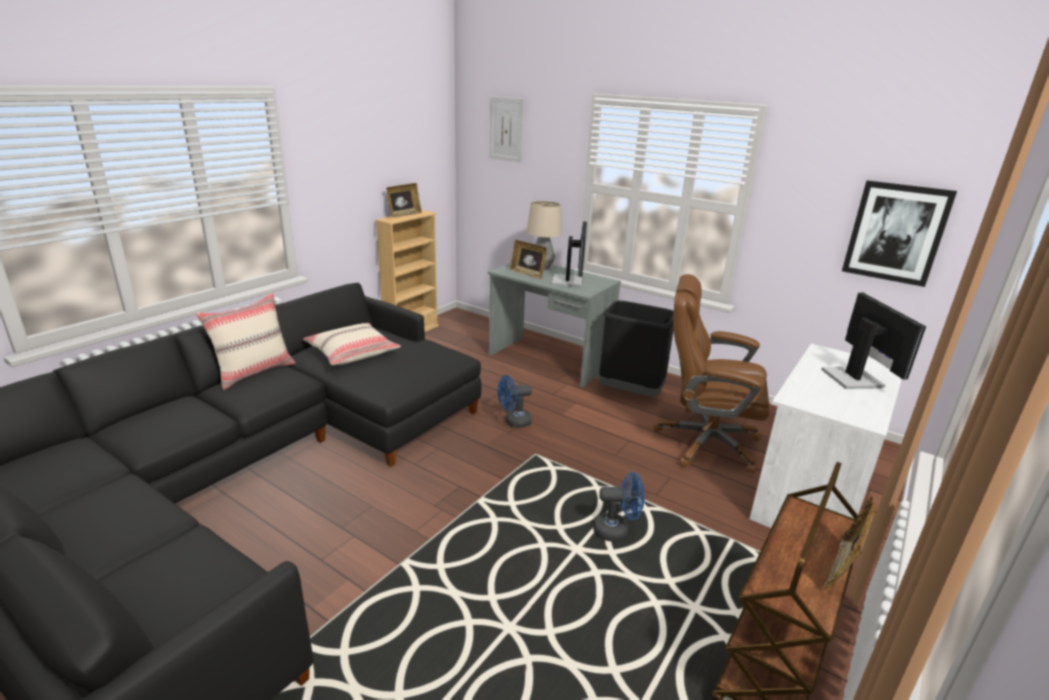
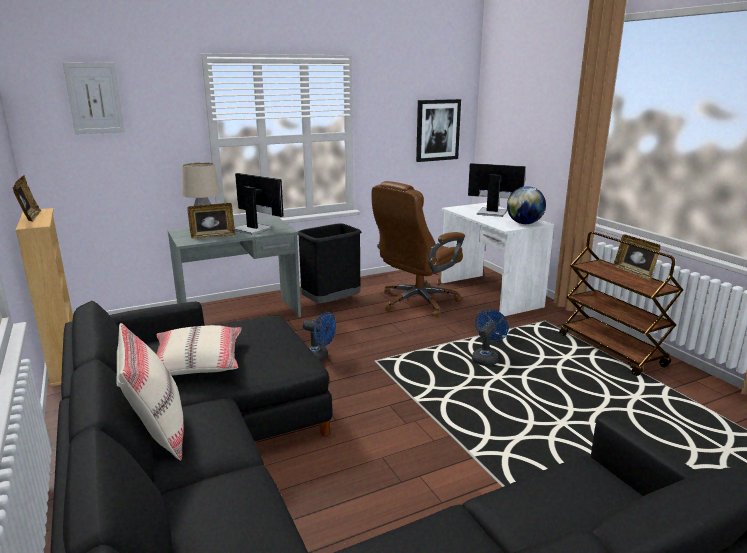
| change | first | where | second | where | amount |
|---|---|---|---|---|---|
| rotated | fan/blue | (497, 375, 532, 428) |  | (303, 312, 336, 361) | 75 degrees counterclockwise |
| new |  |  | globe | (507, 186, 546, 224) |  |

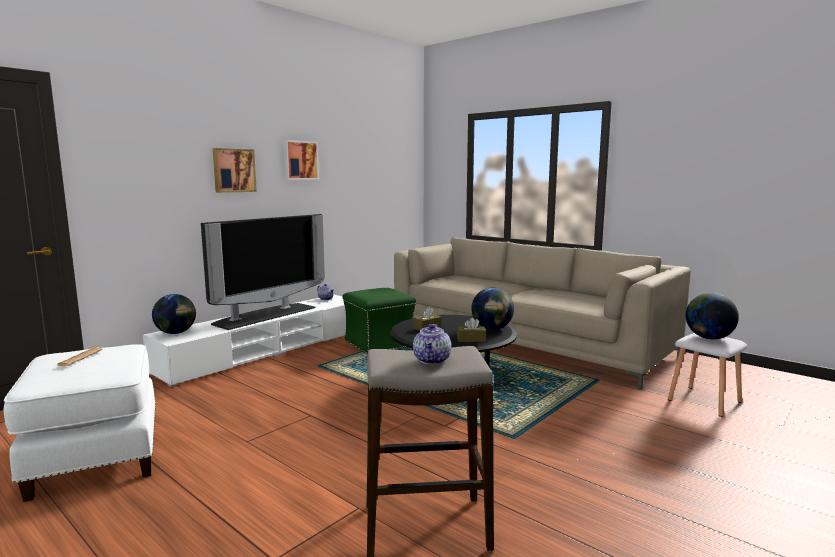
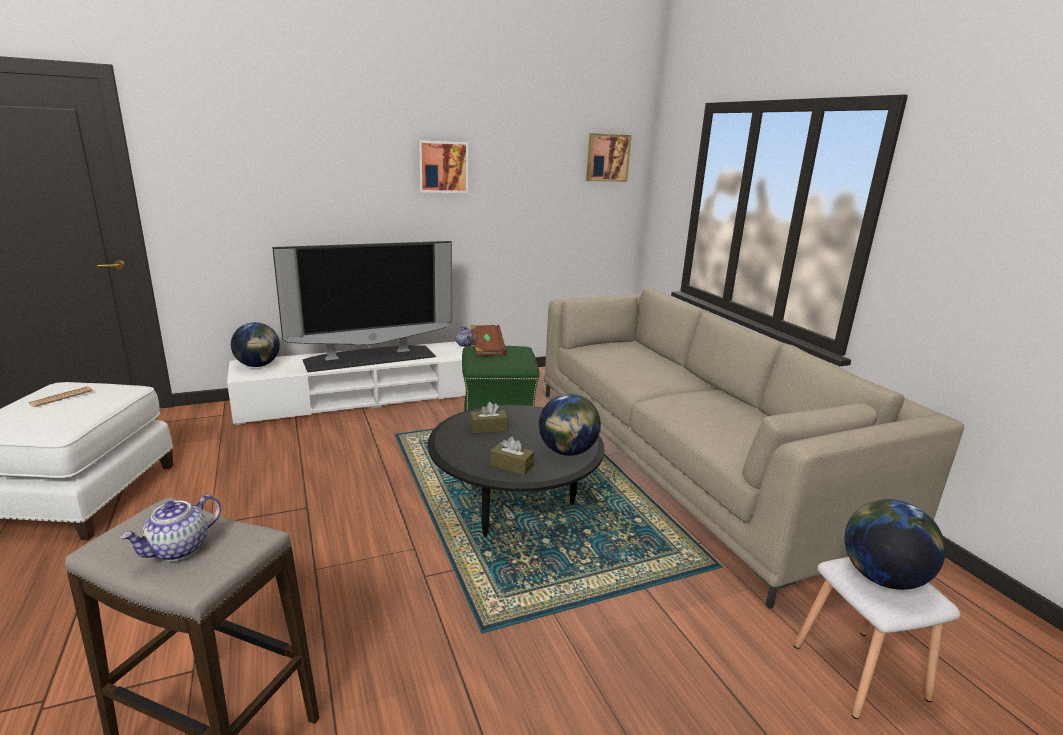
| change | first | where | second | where | amount |
|---|---|---|---|---|---|
| shifted | picture | (213, 148, 257, 193) |  | (586, 133, 632, 182) |  |
| new |  |  | book/brown | (471, 325, 507, 357) |  |

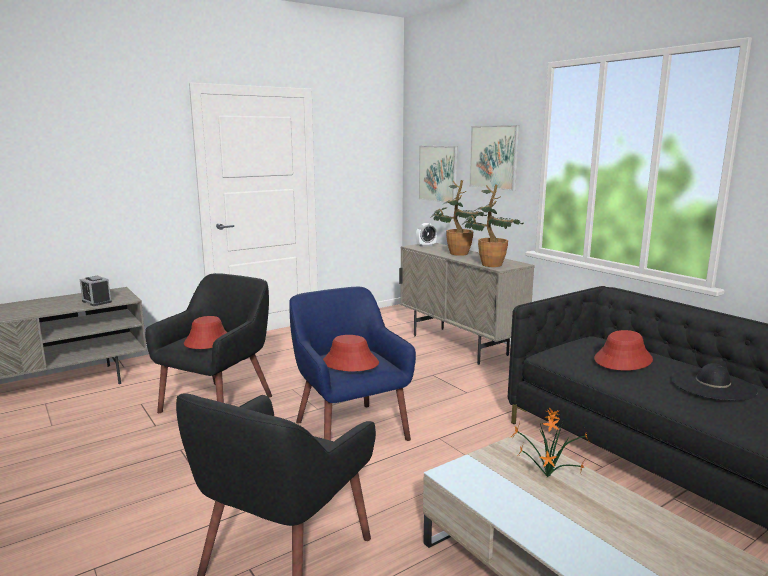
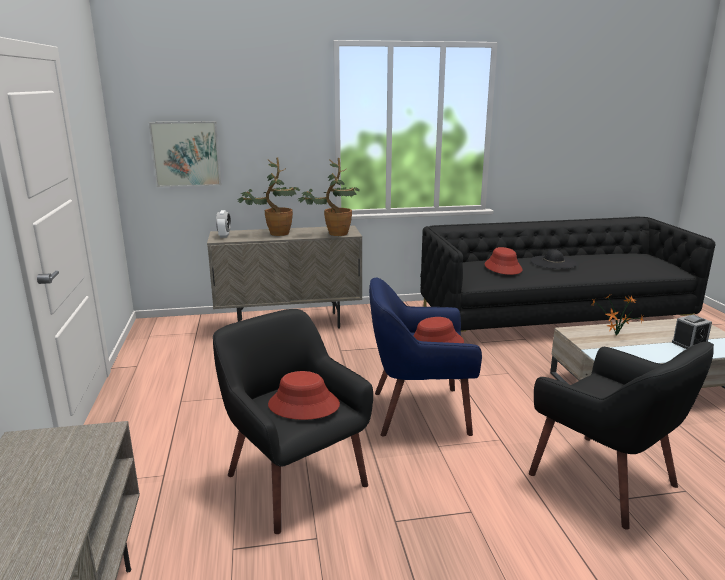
| change | first | where | second | where | amount |
|---|---|---|---|---|---|
| shifted | alarm clock | (80, 276, 112, 306) |  | (672, 315, 712, 349) |  |
| gone | picture | (469, 125, 519, 191) |  |  |  |

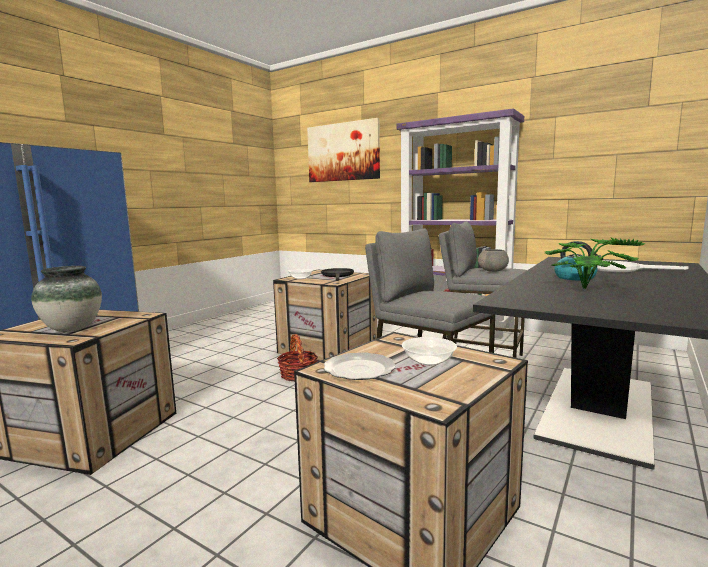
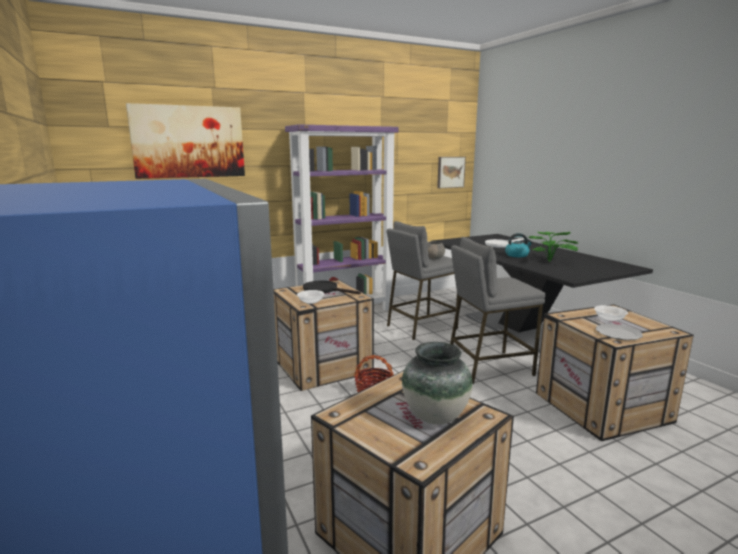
| change | first | where | second | where | amount |
|---|---|---|---|---|---|
| new |  |  | picture | (437, 157, 466, 188) |  |

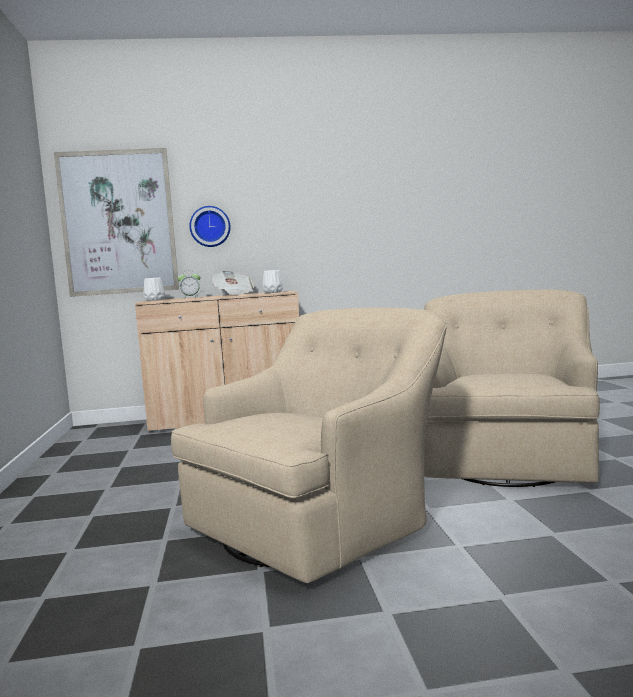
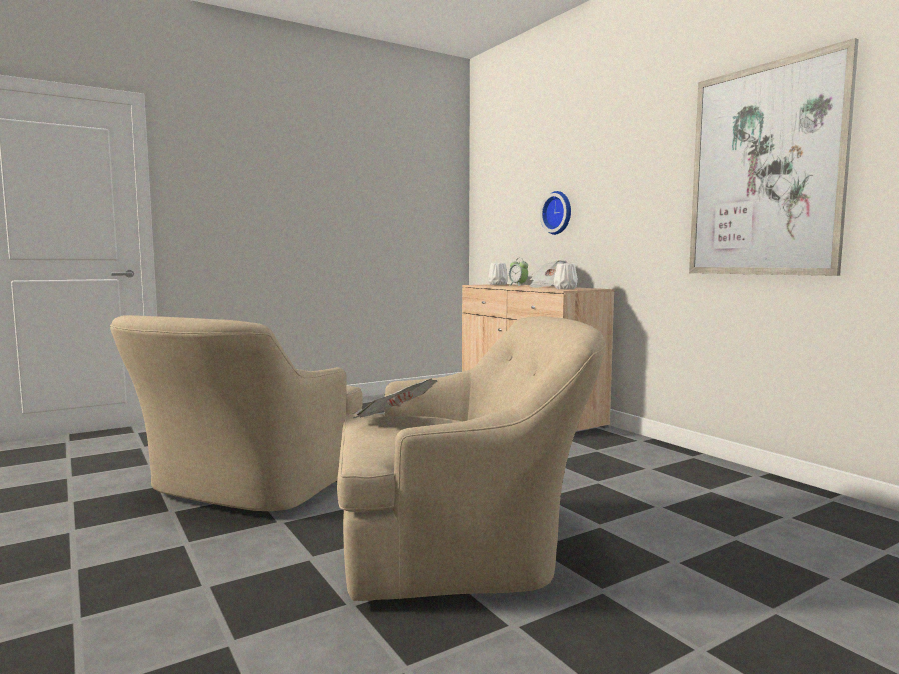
| change | first | where | second | where | amount |
|---|---|---|---|---|---|
| shifted | picture | (54, 148, 179, 297) |  | (689, 38, 859, 276) |  |
| rotated | armchair/beige | (171, 307, 447, 583) |  | (110, 315, 363, 511) | 90 degrees clockwise |
| new |  |  | newspaper | (353, 379, 438, 418) |  |

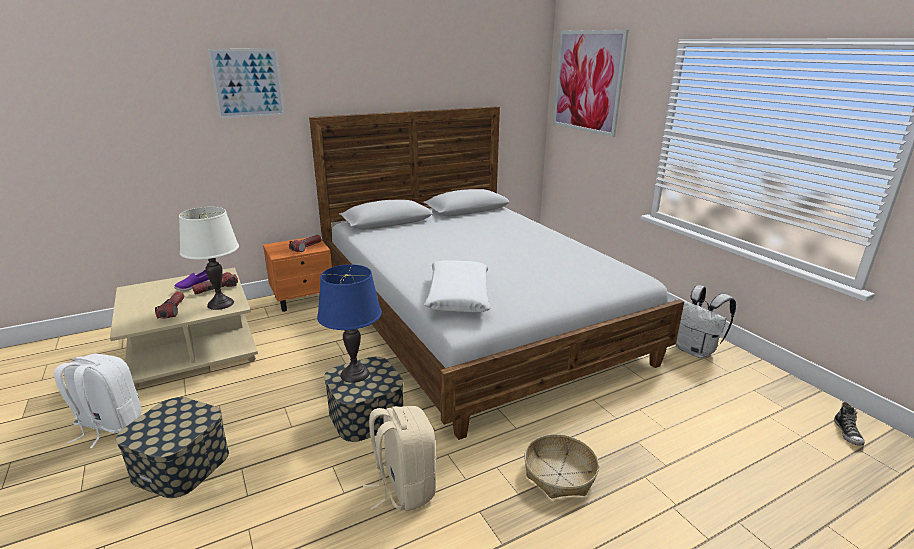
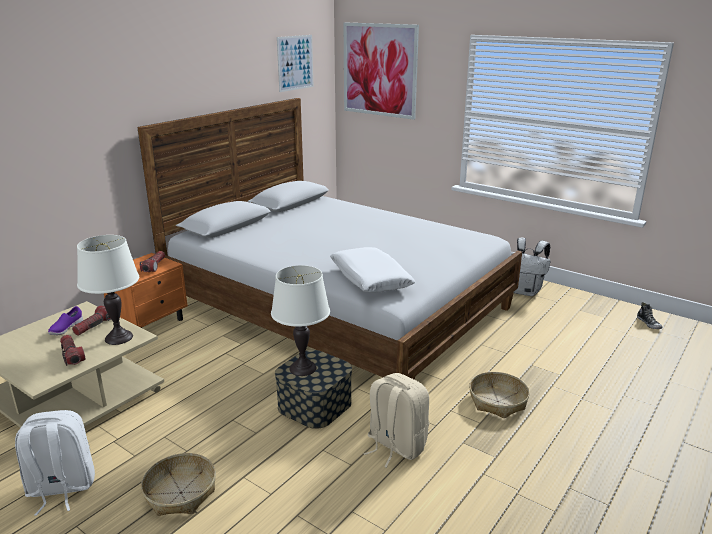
| change | first | where | second | where | amount |
|---|---|---|---|---|---|
| swapped | storage box | (116, 397, 229, 498) | basket | (141, 453, 216, 516) |  |
| shifted | picture | (208, 49, 285, 118) |  | (277, 35, 313, 92) |  |
| repainted | table lamp/blue | (317, 264, 382, 383) | table lamp/white | (271, 265, 330, 376) |  |

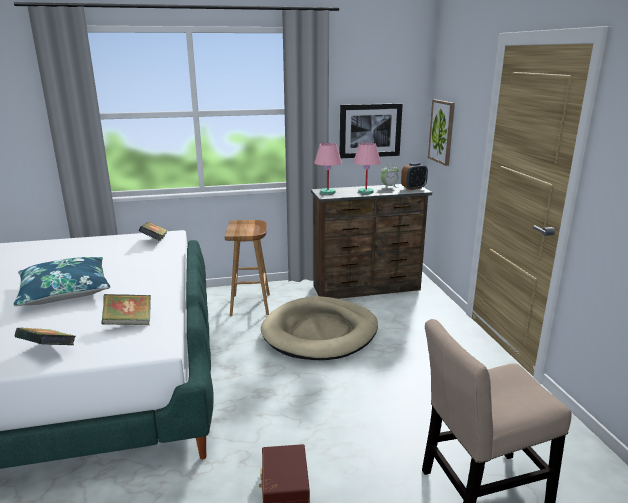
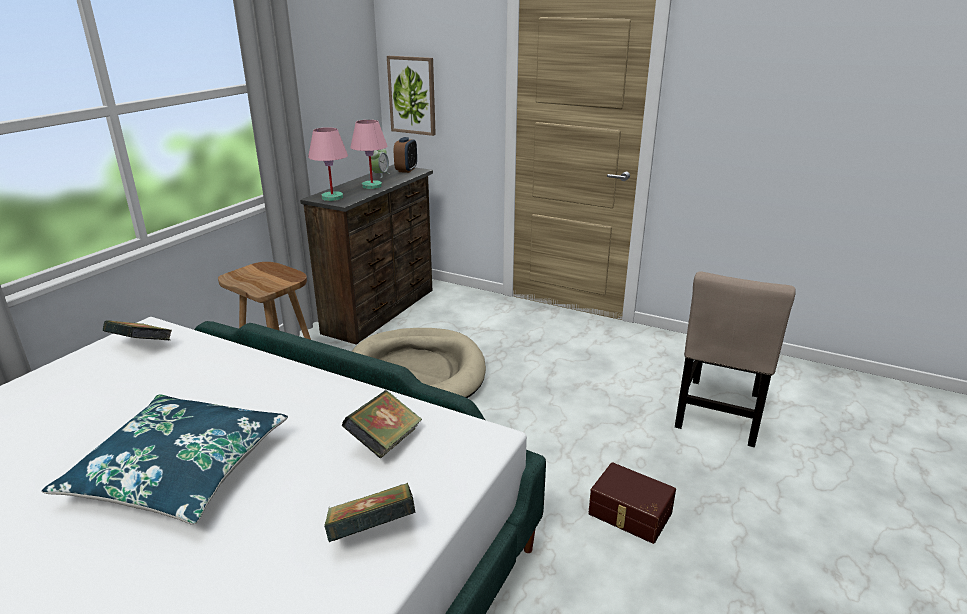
| change | first | where | second | where | amount |
|---|---|---|---|---|---|
| gone | picture | (340, 103, 403, 158) |  |  |  |

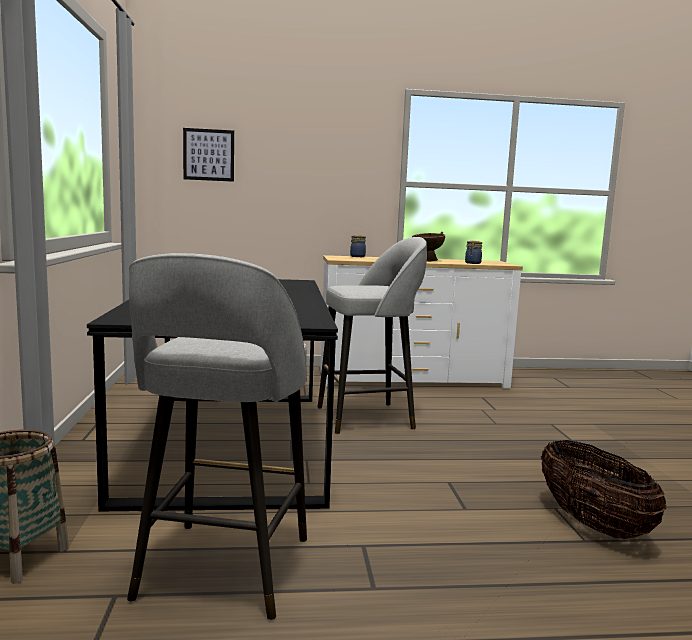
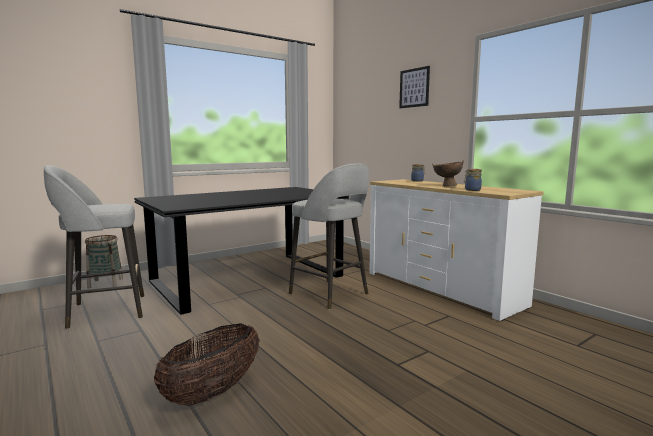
| change | first | where | second | where | amount |
|---|---|---|---|---|---|
| shifted | picture | (183, 128, 234, 182) |  | (399, 66, 430, 108) |  |

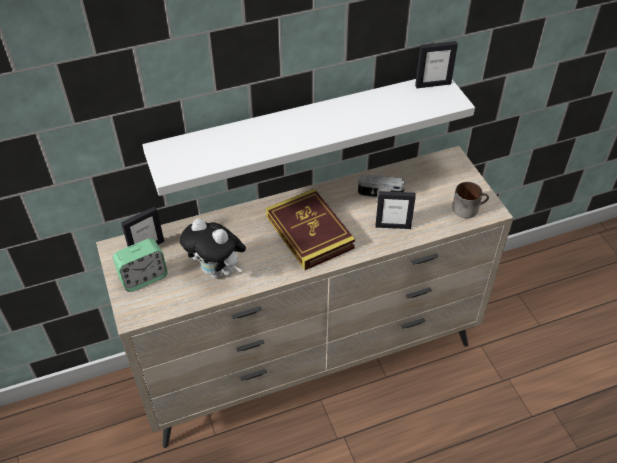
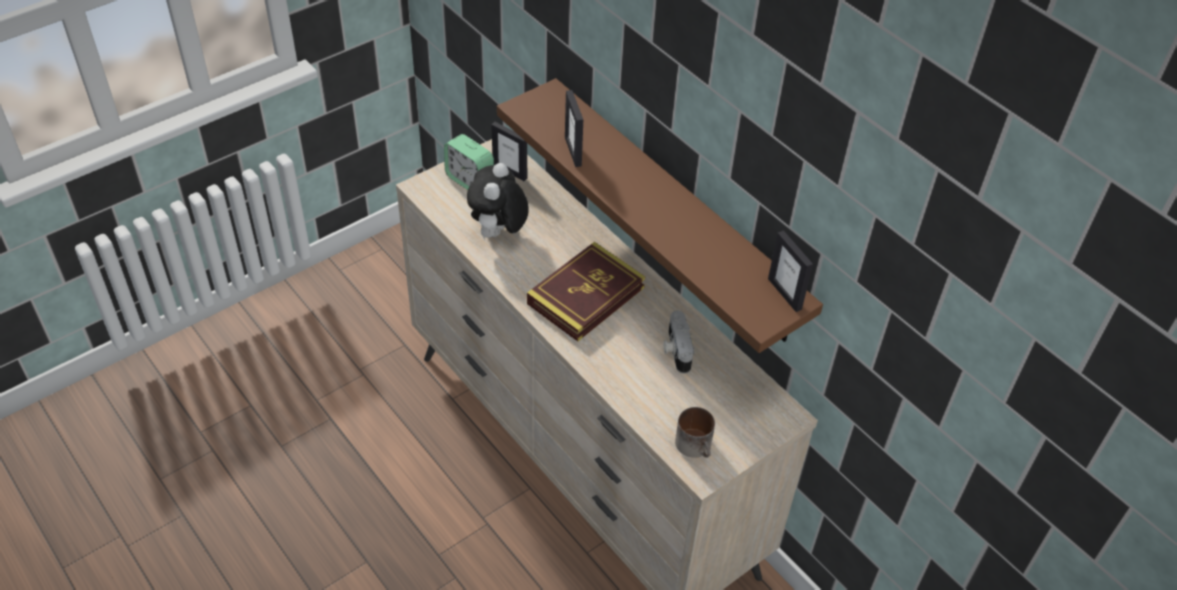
| change | first | where | second | where | amount |
|---|---|---|---|---|---|
| repainted | shelf/white | (142, 79, 475, 196) | shelf/brown | (497, 78, 823, 353) |  |
| shifted | picture frame | (376, 191, 416, 229) |  | (565, 90, 583, 167) |  |

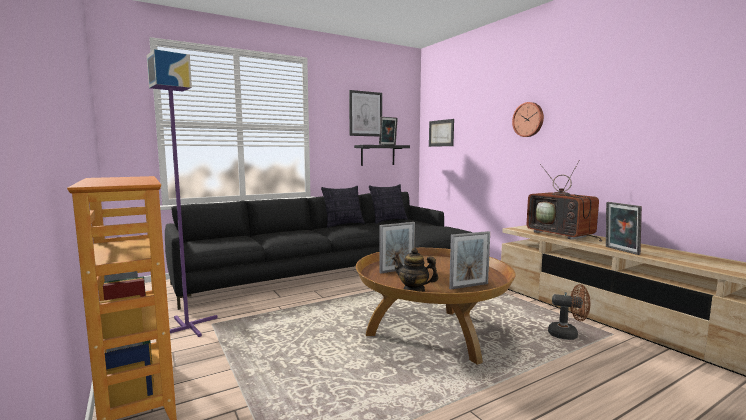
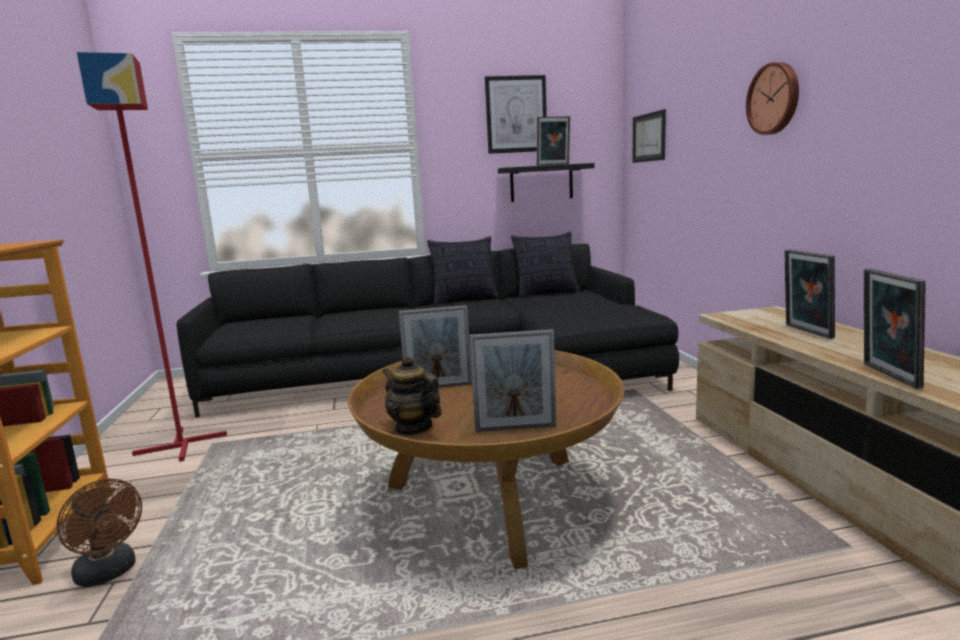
| change | first | where | second | where | amount |
|---|---|---|---|---|---|
| repainted | floor lamp/purple | (147, 49, 217, 337) | floor lamp/red | (77, 52, 227, 462) |  |
| swapped | television | (527, 160, 602, 242) | picture frame | (784, 250, 835, 339) |  |
| shifted | fan/brown | (548, 284, 590, 340) |  | (56, 479, 142, 587) |  |

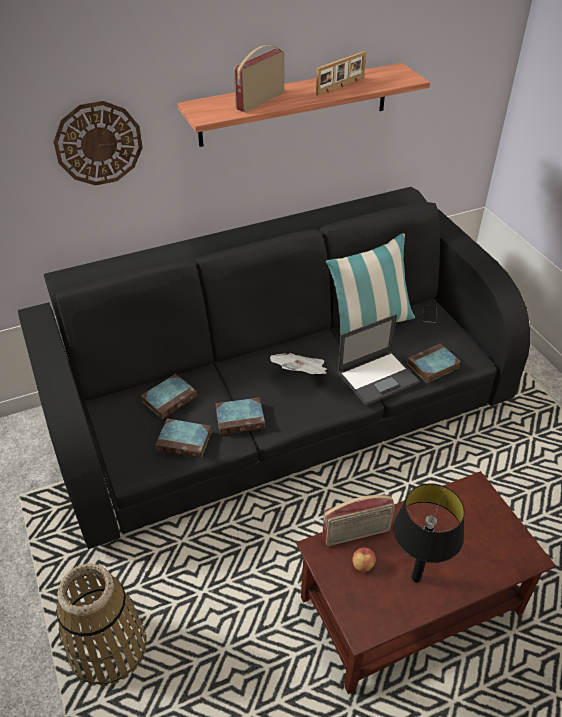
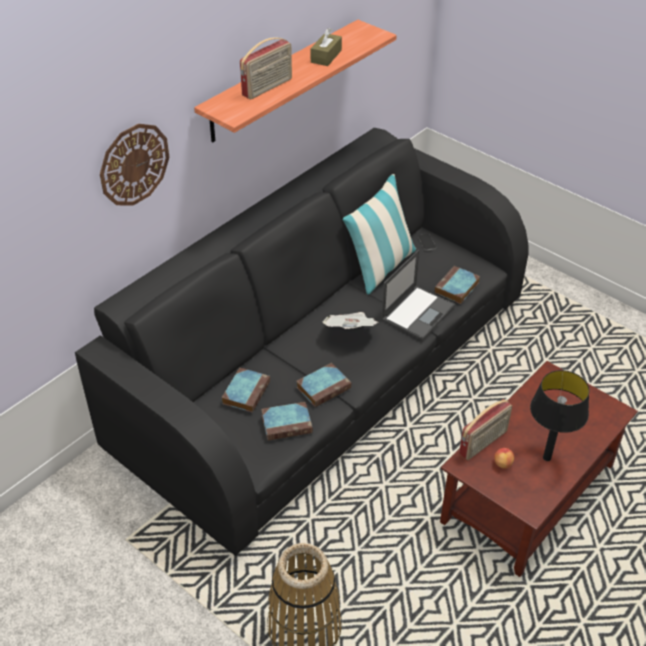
| change | first | where | second | where | amount |
|---|---|---|---|---|---|
| rotated | radio | (234, 45, 284, 112) |  | (240, 37, 292, 99) | 150 degrees counterclockwise |
| swapped | picture frame | (316, 51, 366, 96) | tissue box/brown | (311, 28, 342, 66) |  |

